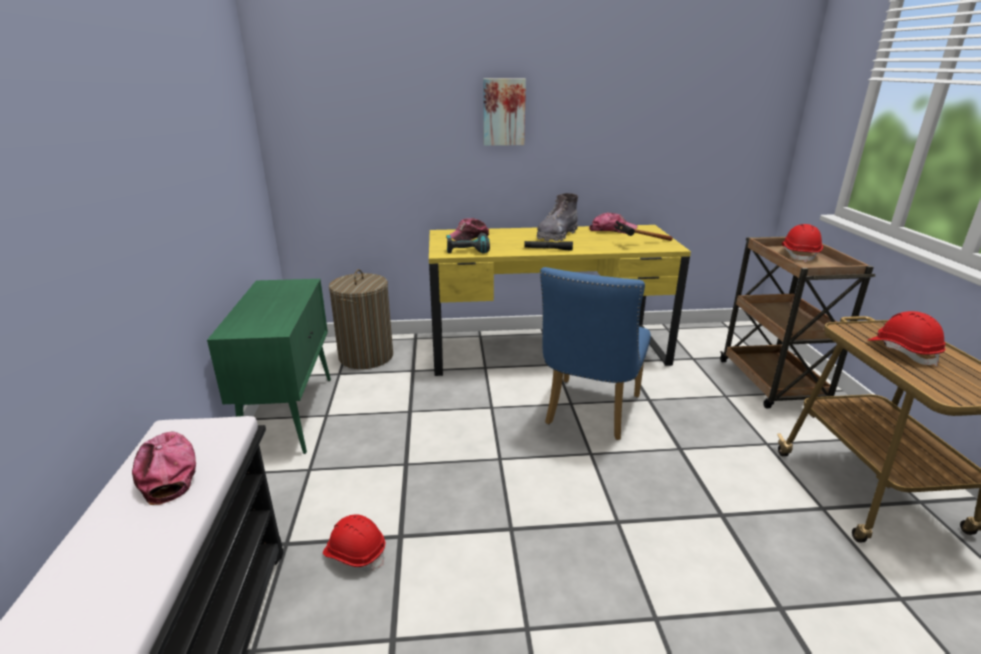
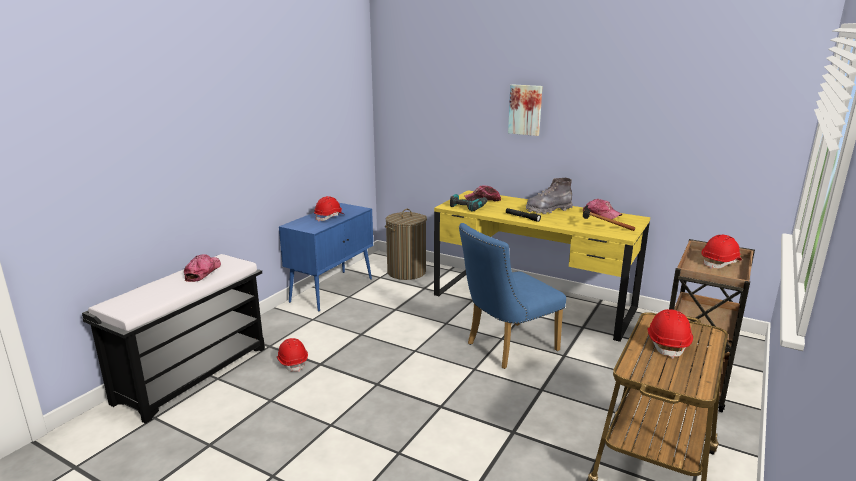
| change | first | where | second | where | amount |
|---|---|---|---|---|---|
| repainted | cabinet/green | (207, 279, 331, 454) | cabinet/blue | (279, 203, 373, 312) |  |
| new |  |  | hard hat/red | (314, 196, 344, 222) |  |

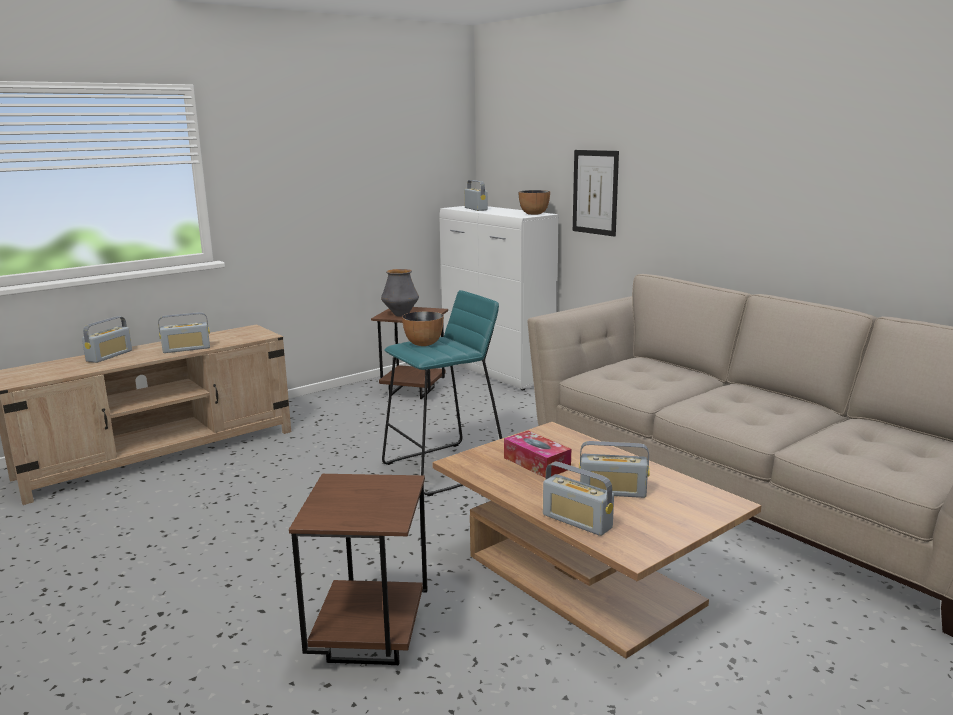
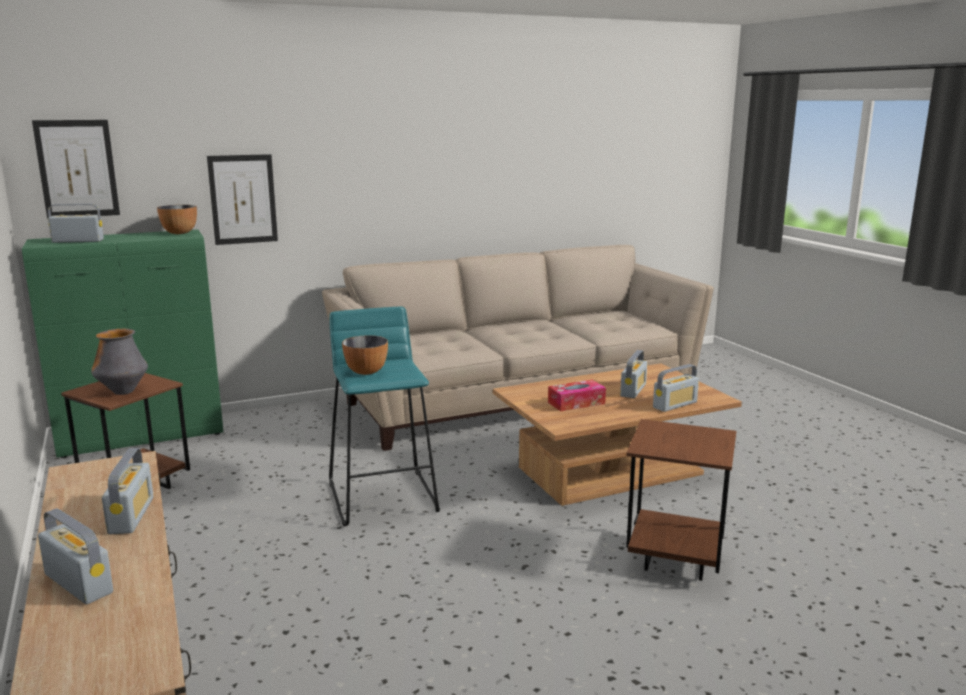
| change | first | where | second | where | amount |
|---|---|---|---|---|---|
| repainted | cabinet/white | (439, 206, 559, 390) | cabinet/green | (22, 229, 223, 458) |  |
| new |  |  | picture | (32, 120, 120, 219) |  |

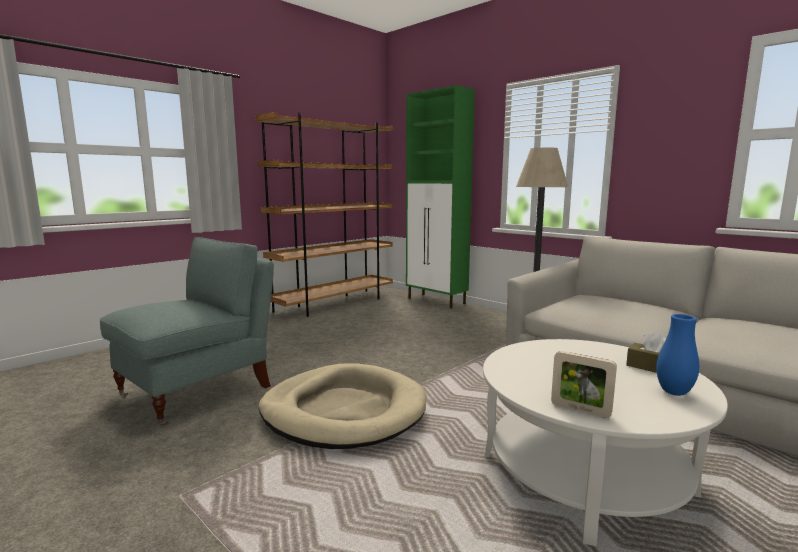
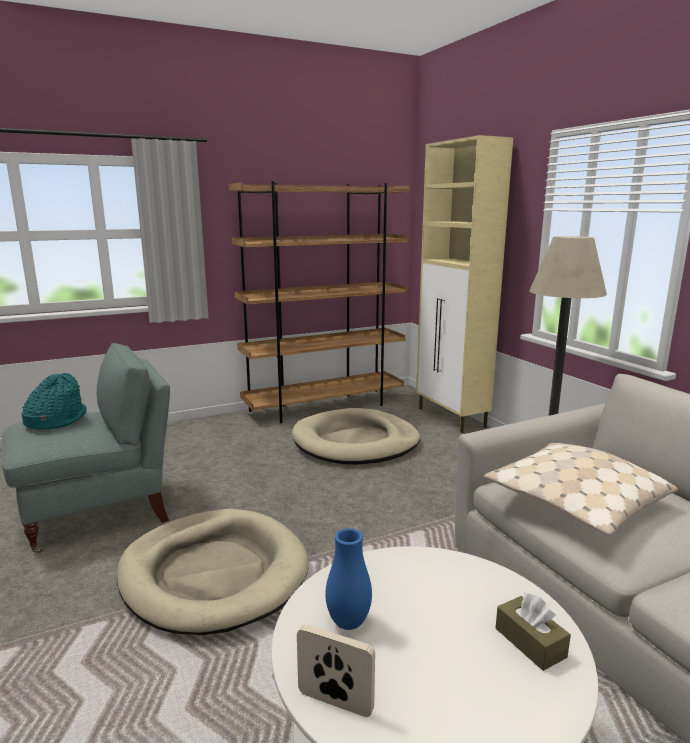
| change | first | where | second | where | amount |
|---|---|---|---|---|---|
| repainted | cabinet/green | (406, 85, 475, 308) | cabinet/beige | (416, 135, 513, 433) |  |
| rotated | picture frame | (551, 351, 617, 418) |  | (297, 625, 375, 717) | 150 degrees clockwise |
| shifted | vase/blue | (656, 314, 699, 396) |  | (325, 528, 372, 630) |  |
| new |  |  | hat/turquoise | (21, 373, 87, 429) |  |
| new |  |  | dog bed/beige | (292, 408, 420, 465) |  |
| new |  |  | pillow/beige | (484, 443, 678, 535) |  |

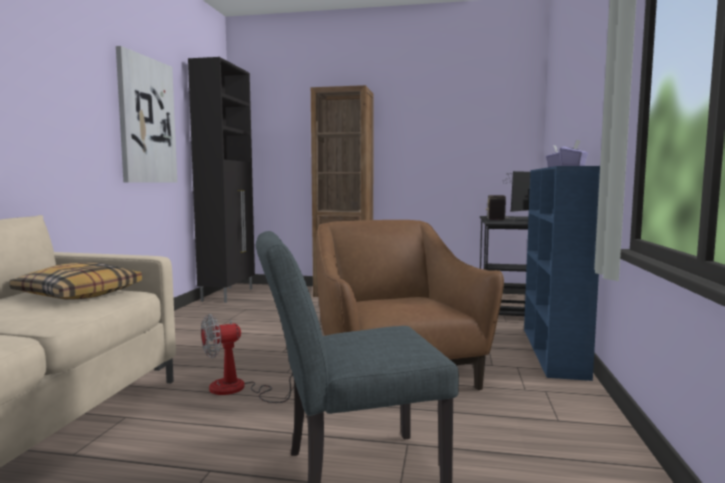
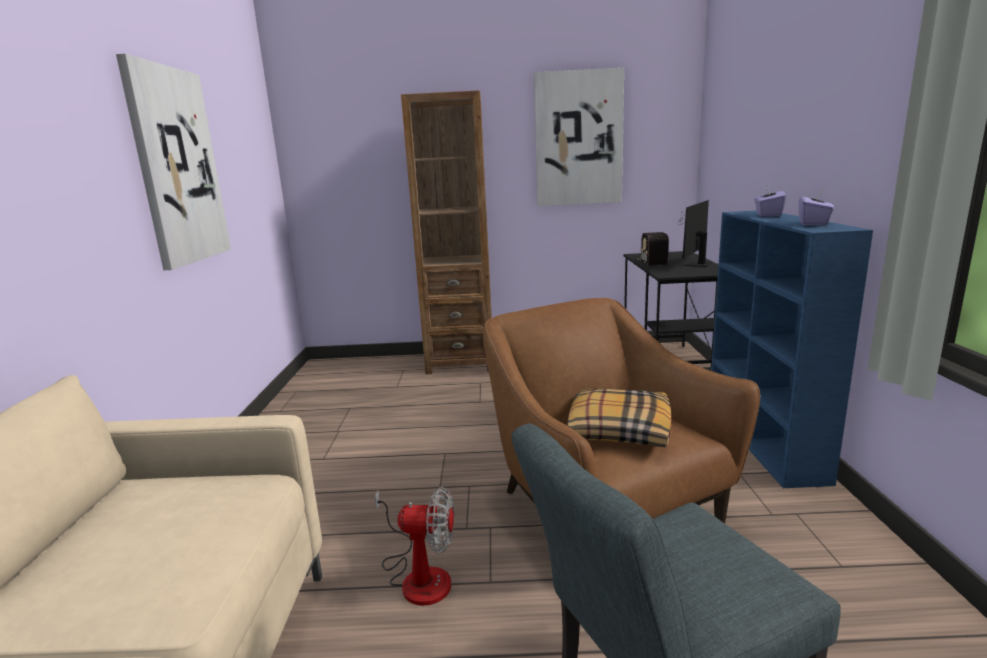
| change | first | where | second | where | amount |
|---|---|---|---|---|---|
| shifted | pillow | (9, 262, 142, 300) |  | (567, 388, 672, 447) |  |
| gone | cabinet/black | (188, 57, 255, 303) |  |  |  |
| rotated | fan | (201, 314, 293, 403) |  | (375, 487, 454, 606) | 135 degrees counterclockwise |
| new |  |  | picture | (534, 68, 624, 206) |  |

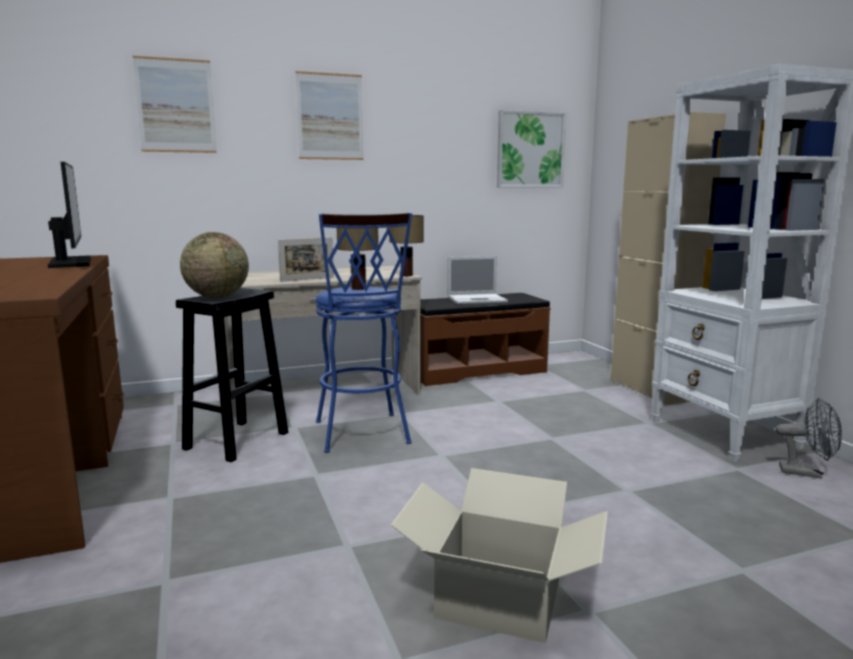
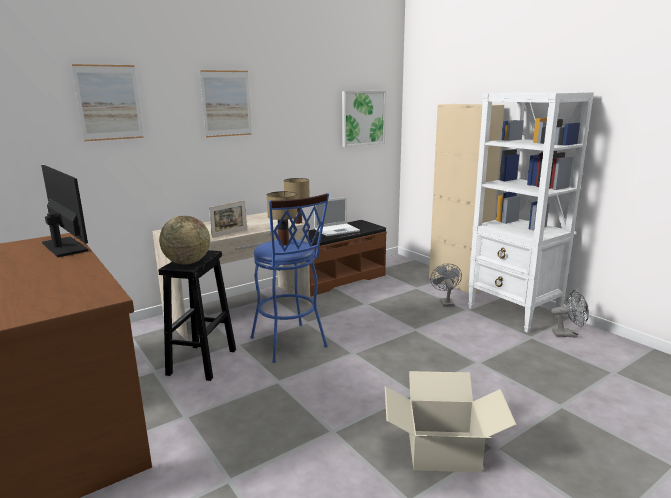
| change | first | where | second | where | amount |
|---|---|---|---|---|---|
| new |  |  | fan/grey | (430, 264, 462, 307) |  |

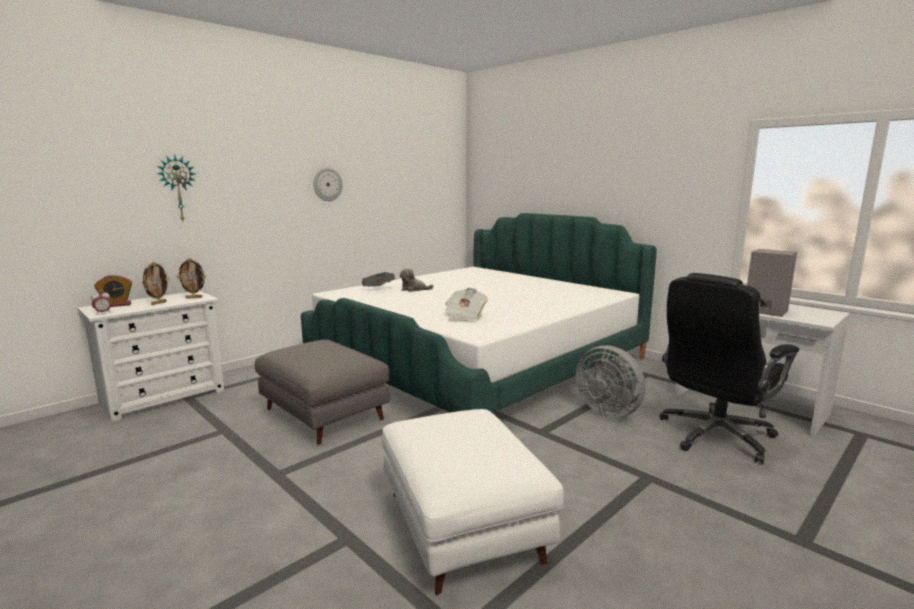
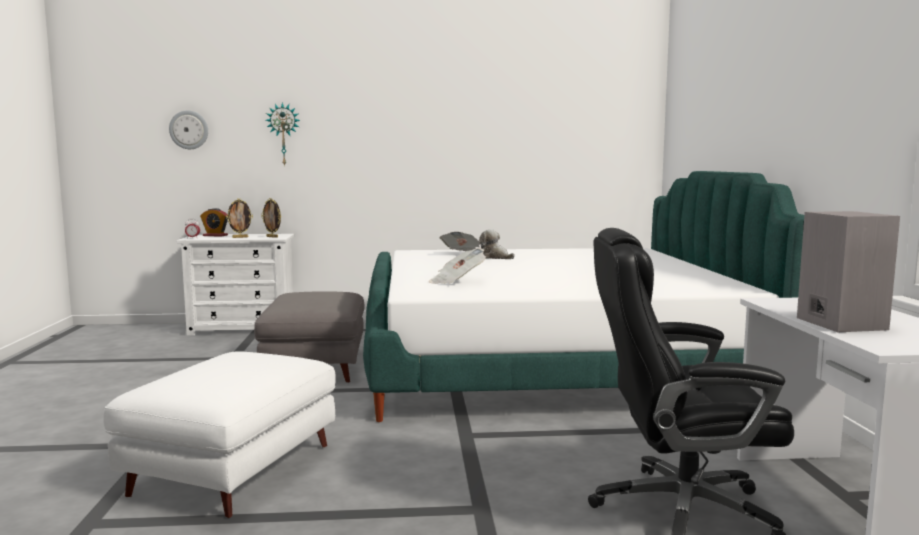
| change | first | where | second | where | amount |
|---|---|---|---|---|---|
| shifted | wall clock | (313, 168, 343, 201) |  | (169, 110, 208, 149) |  |
| gone | fan/grey | (576, 345, 645, 418) |  |  |  |

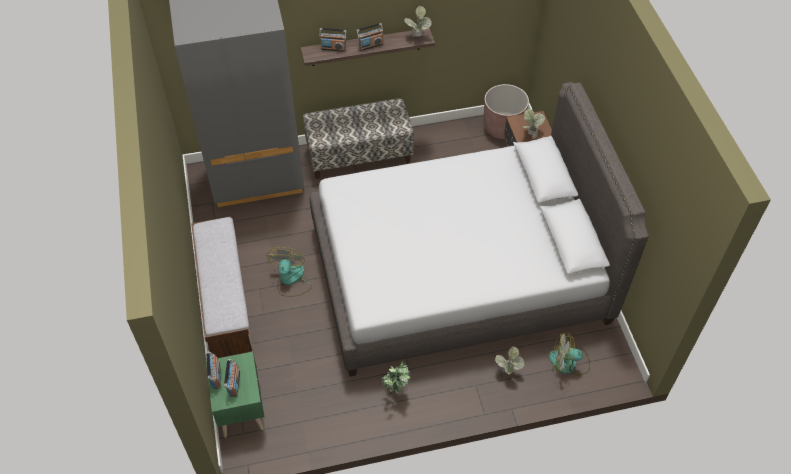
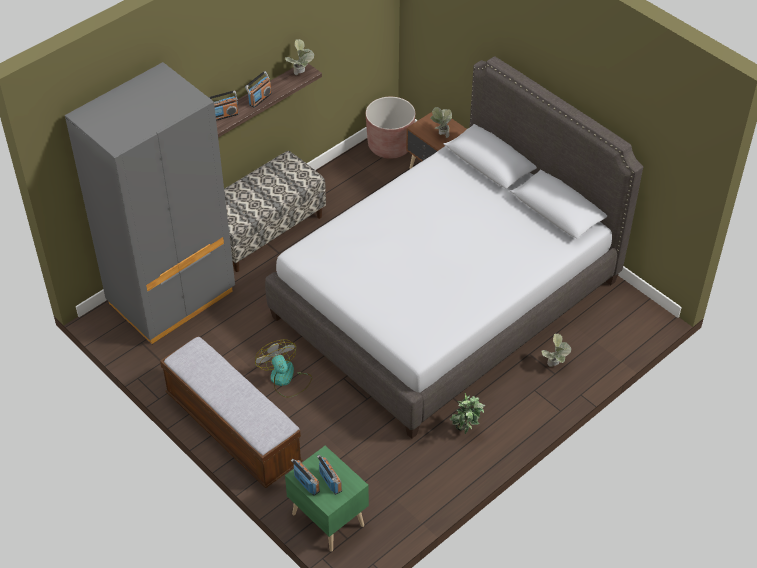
| change | first | where | second | where | amount |
|---|---|---|---|---|---|
| gone | fan | (549, 332, 590, 375) |  |  |  |

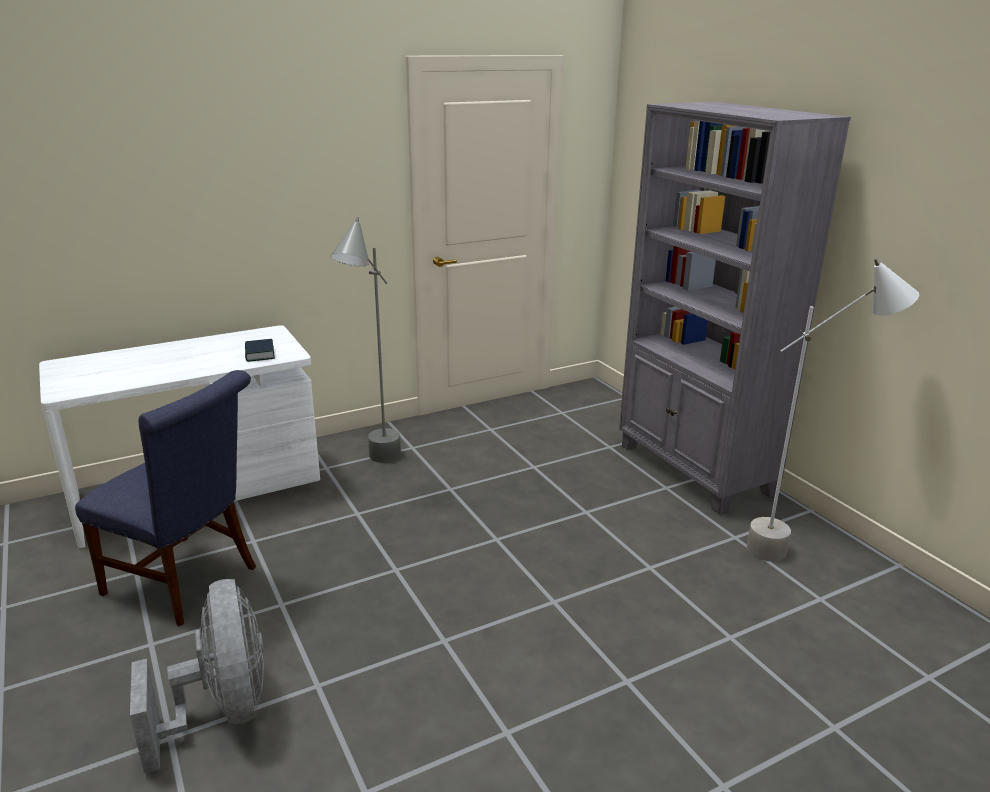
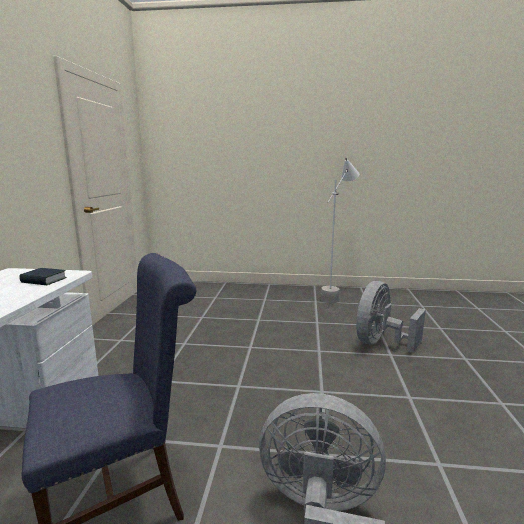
| change | first | where | second | where | amount |
|---|---|---|---|---|---|
| gone | floor lamp/grey | (331, 217, 401, 463) |  |  |  |
| gone | bookcase/grey | (619, 102, 851, 514) |  |  |  |
| new |  |  | fan/grey | (356, 281, 426, 352) |  |

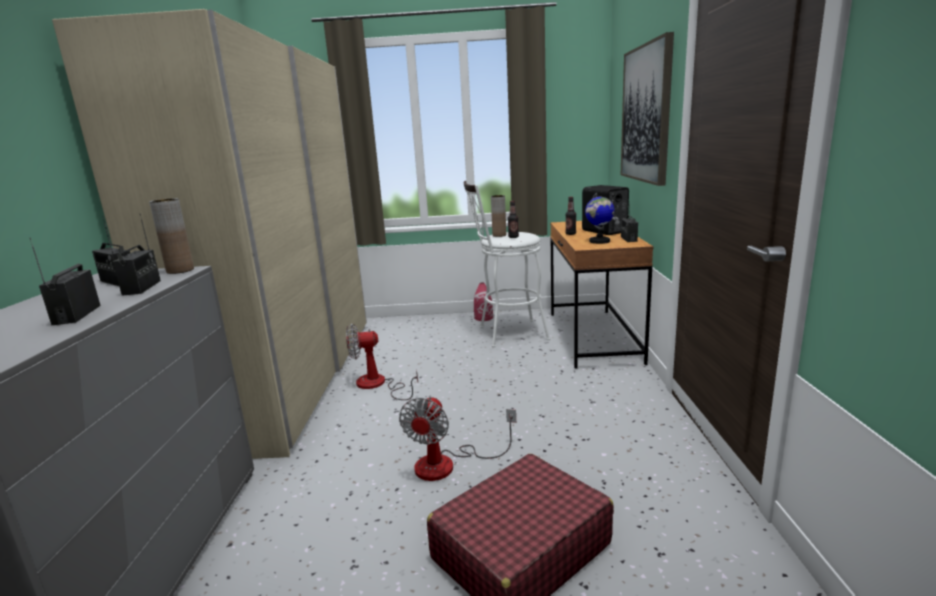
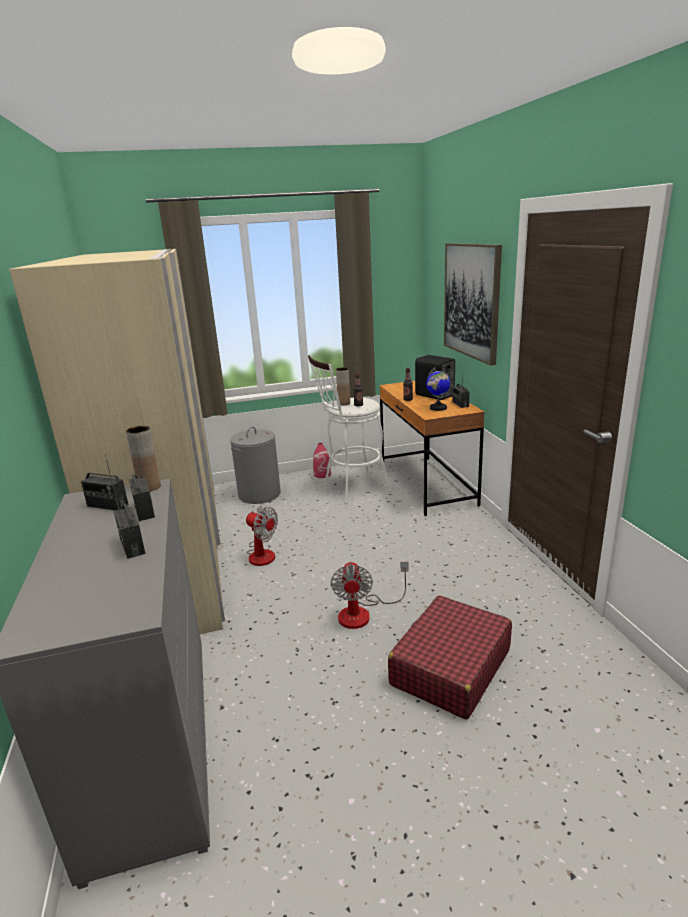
| change | first | where | second | where | amount |
|---|---|---|---|---|---|
| rotated | fan | (346, 323, 418, 400) |  | (246, 506, 278, 566) | 120 degrees counterclockwise |
| new |  |  | laundry basket/grey | (230, 427, 281, 504) |  |

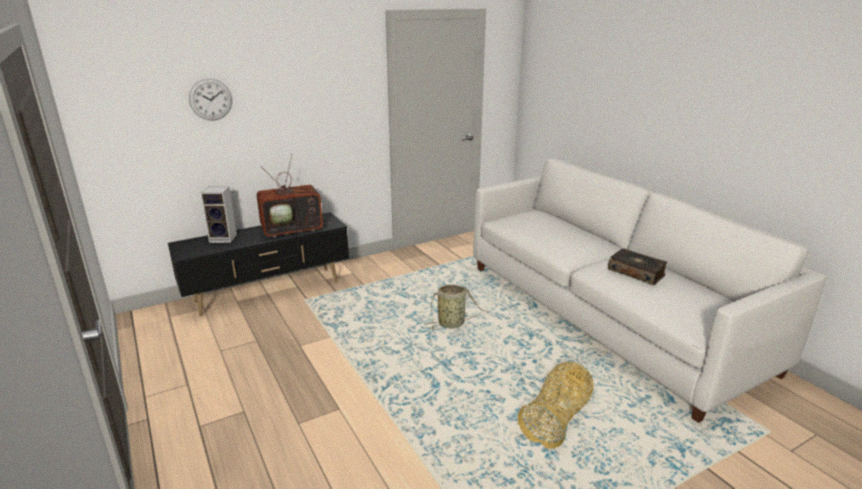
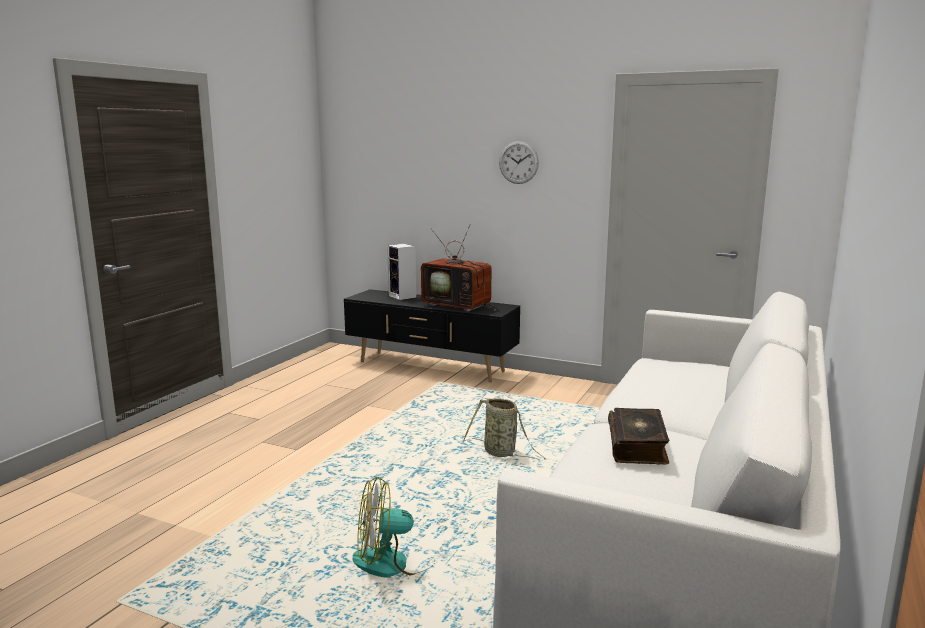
| change | first | where | second | where | amount |
|---|---|---|---|---|---|
| shifted | wall clock | (189, 79, 232, 120) |  | (499, 141, 539, 184) |  |
| swapped | basket | (517, 362, 594, 449) | fan | (353, 477, 435, 578) |  |

